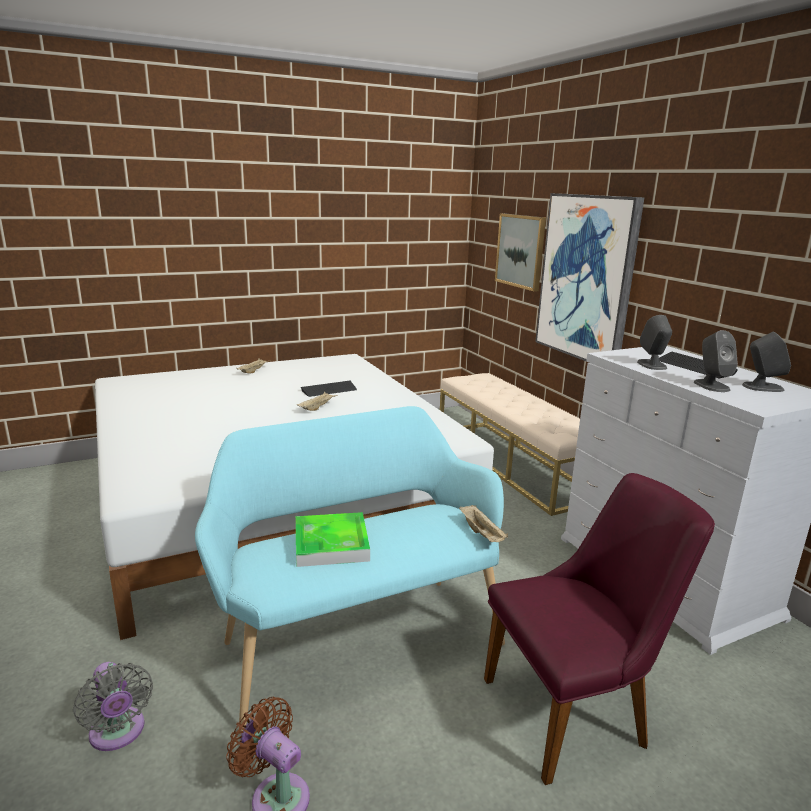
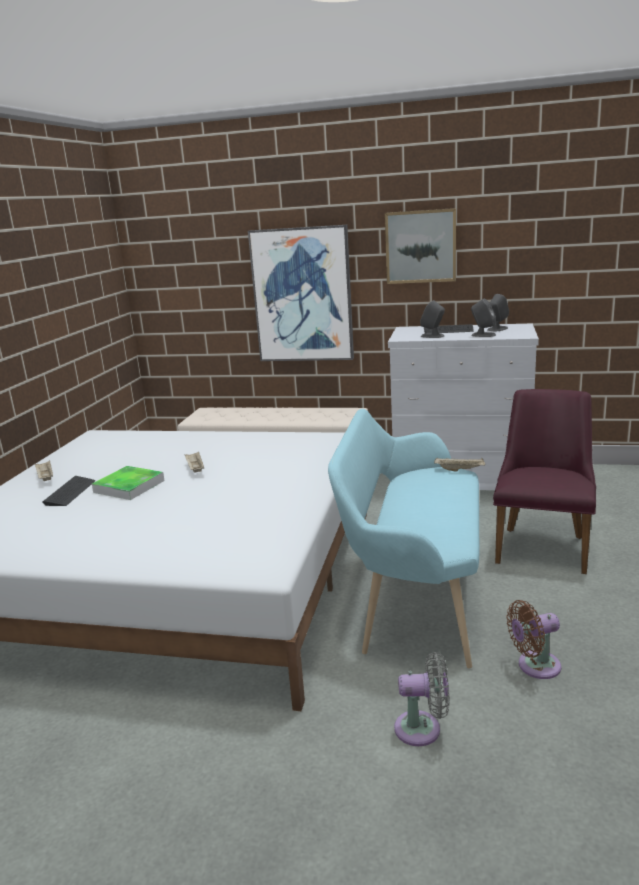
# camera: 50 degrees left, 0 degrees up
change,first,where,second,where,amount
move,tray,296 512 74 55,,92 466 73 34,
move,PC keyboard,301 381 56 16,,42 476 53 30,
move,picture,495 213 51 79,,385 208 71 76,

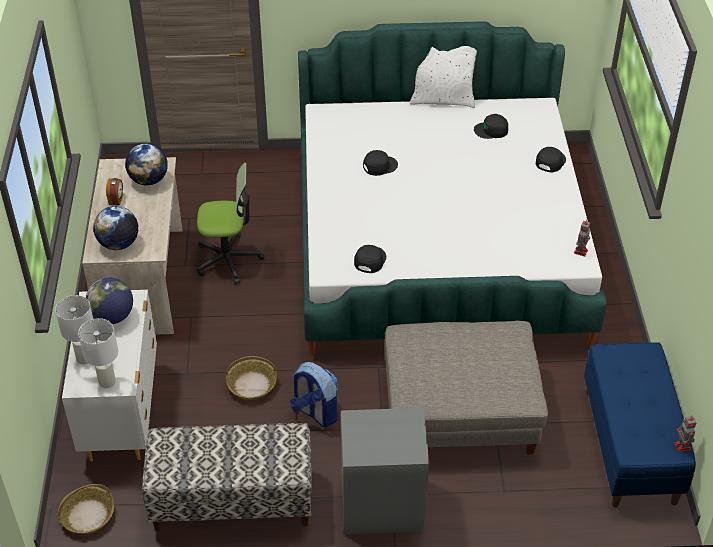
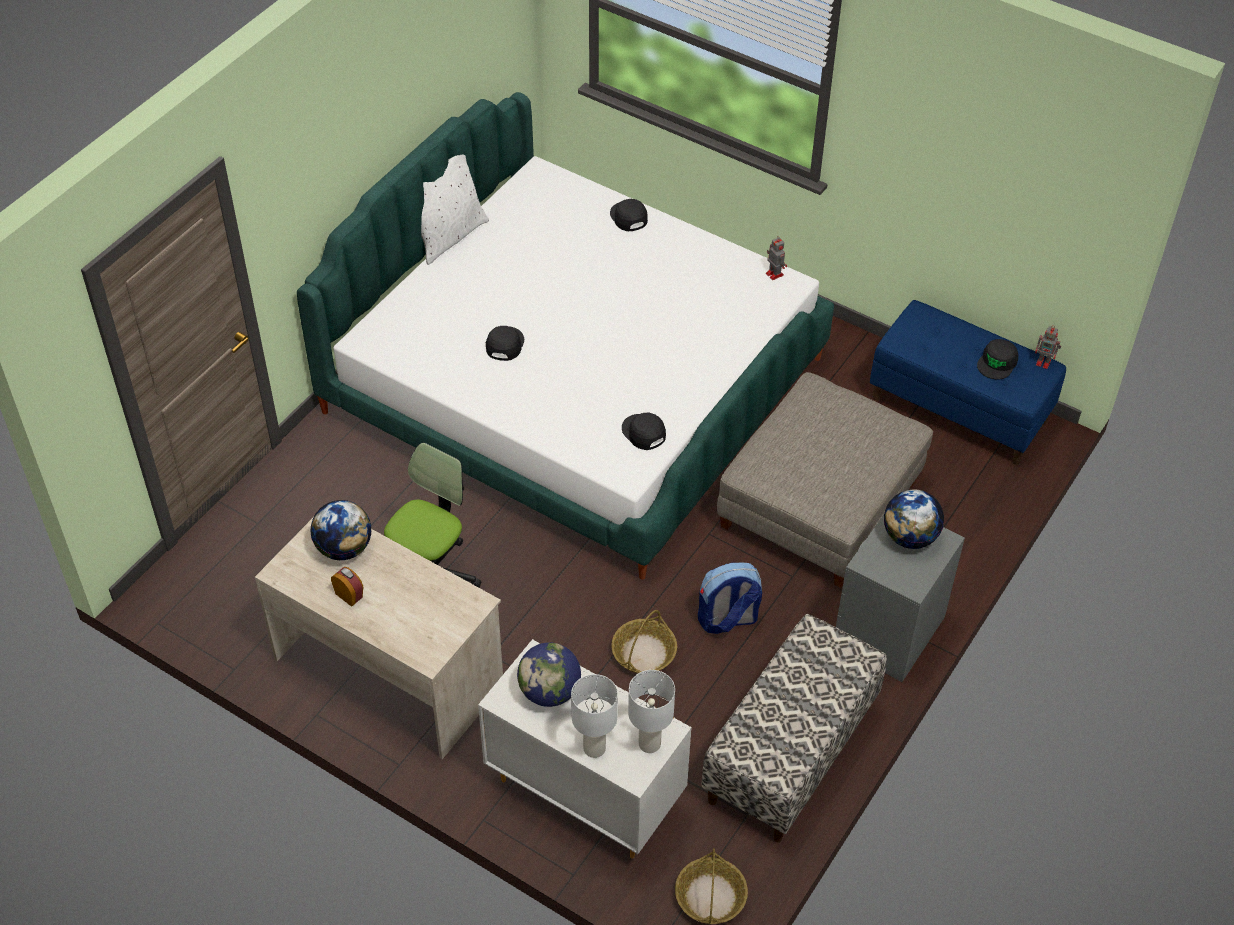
# camera: 55 degrees left, 5 degrees up
change,first,where,second,where,amount
move,globe,93 206 45 44,,884 489 60 60,
move,baseball cap/black,474 114 34 25,,977 339 41 41,

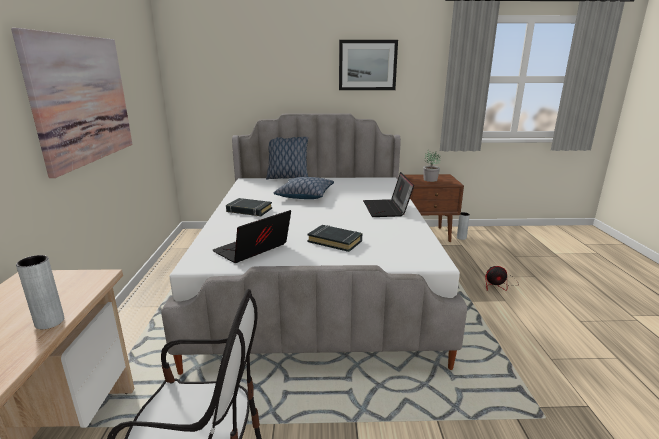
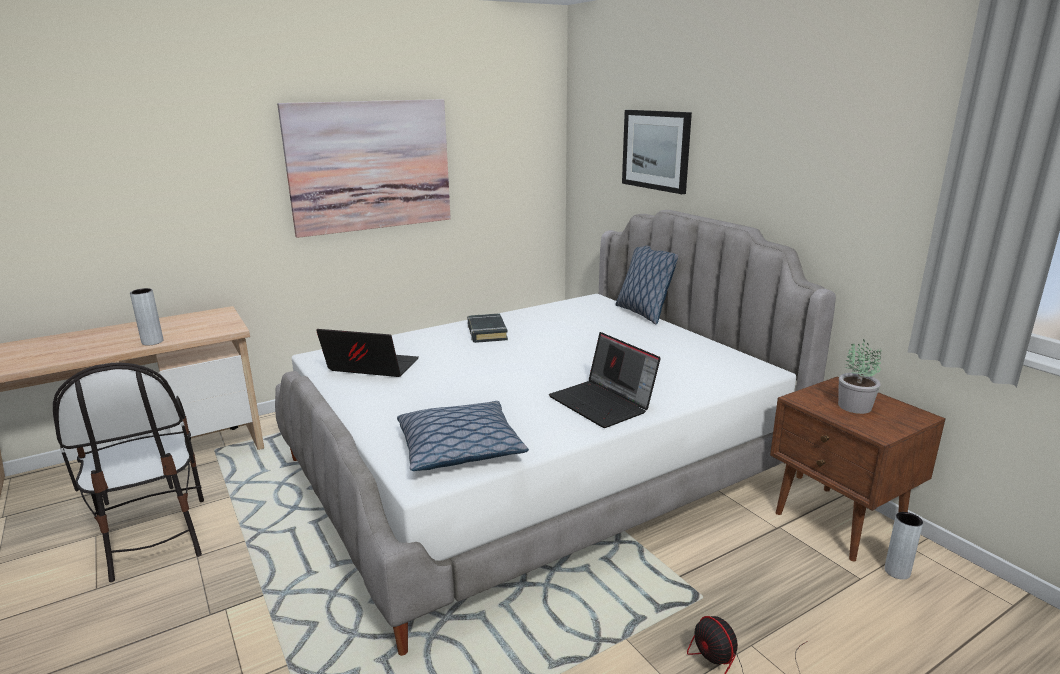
# camera: 60 degrees right, 0 degrees up
change,first,where,second,where,amount
delete,book/black,307 225 55 27,,,
move,cushion,274 177 60 22,,397 401 132 70,
move,picture,339 40 59 50,,622 110 70 84,
rotate,laptop,363 172 51 45,,549 332 112 96,90 degrees counterclockwise

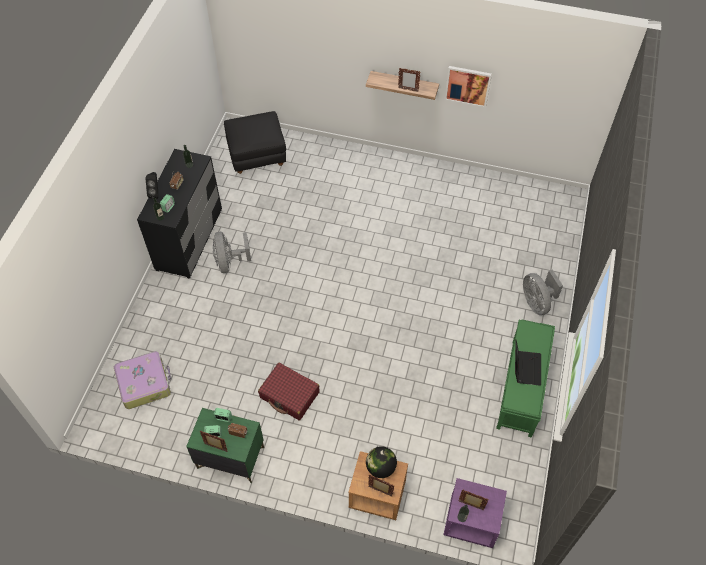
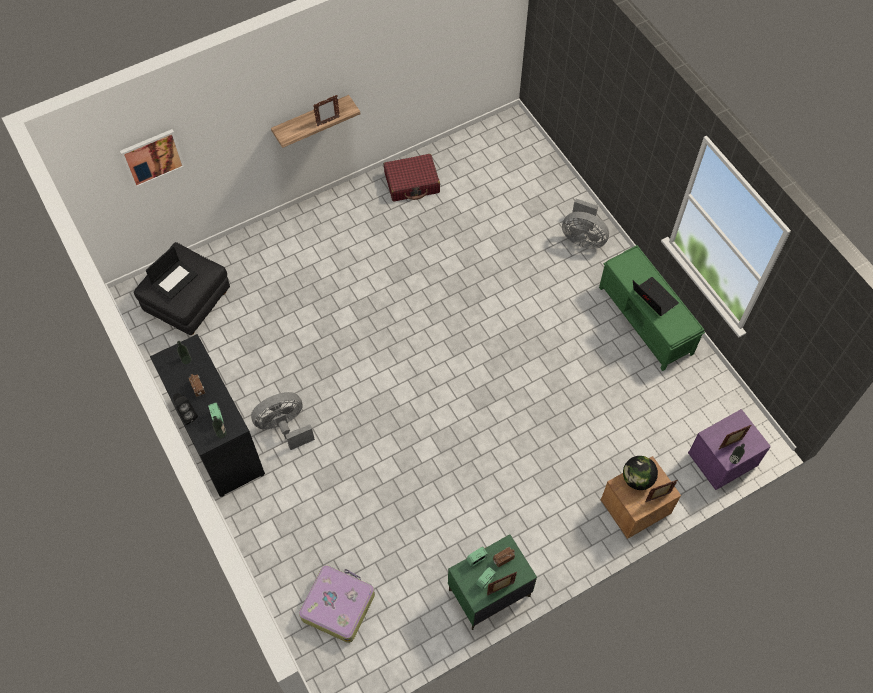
# camera: 45 degrees left, 5 degrees up
change,first,where,second,where,amount
insert,,,laptop,146 246 52 54,
move,travel case/red,258 362 62 58,,384 154 56 47,
move,picture,444 66 48 42,,120 129 65 59,
rotate,cooling fan/greyish,213 232 38 41,,251 392 64 58,120 degrees clockwise

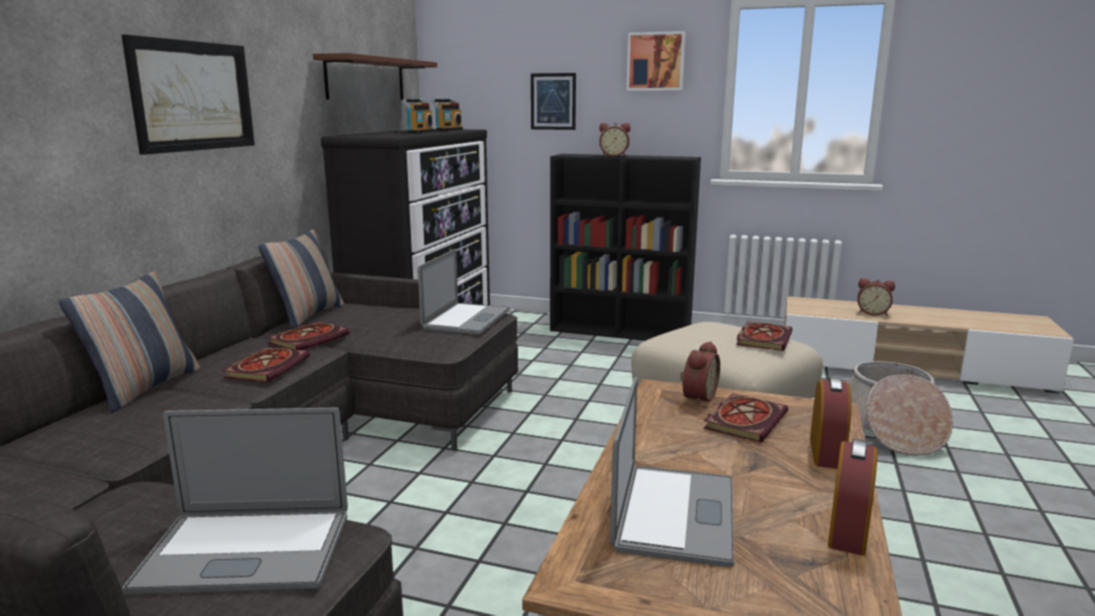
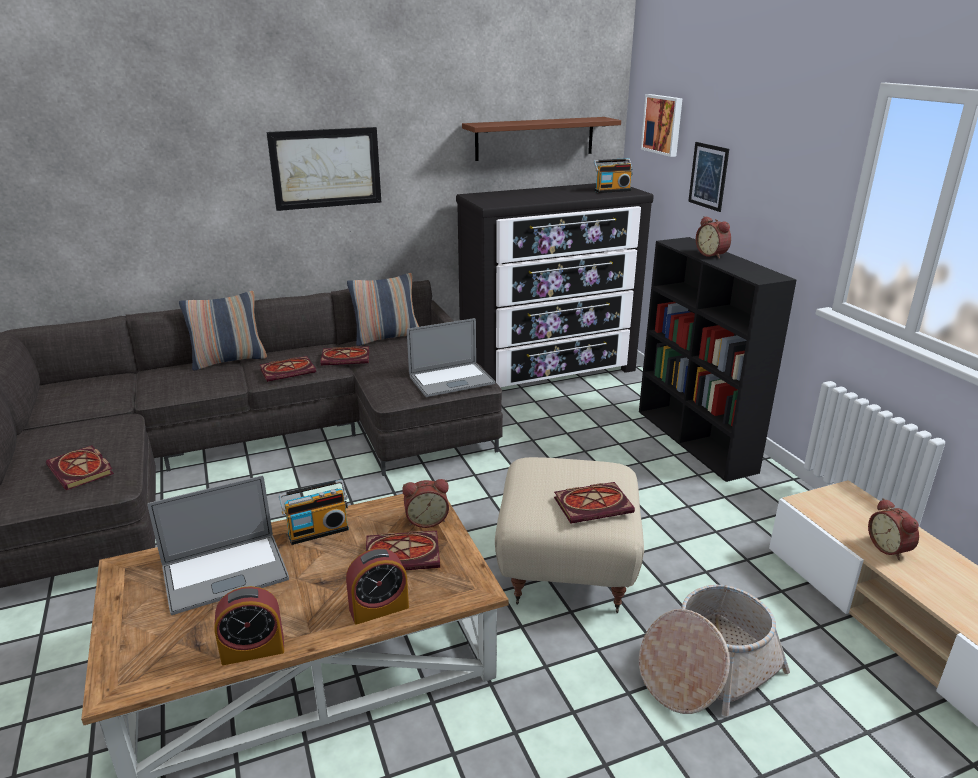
# camera: 50 degrees right, 10 degrees up
change,first,where,second,where,amount
move,radio,402 99 32 34,,279 480 70 65,
move,picture,627 31 59 60,,641 94 42 63,
replace,laptop,122 407 226 187,book,46 445 68 45,

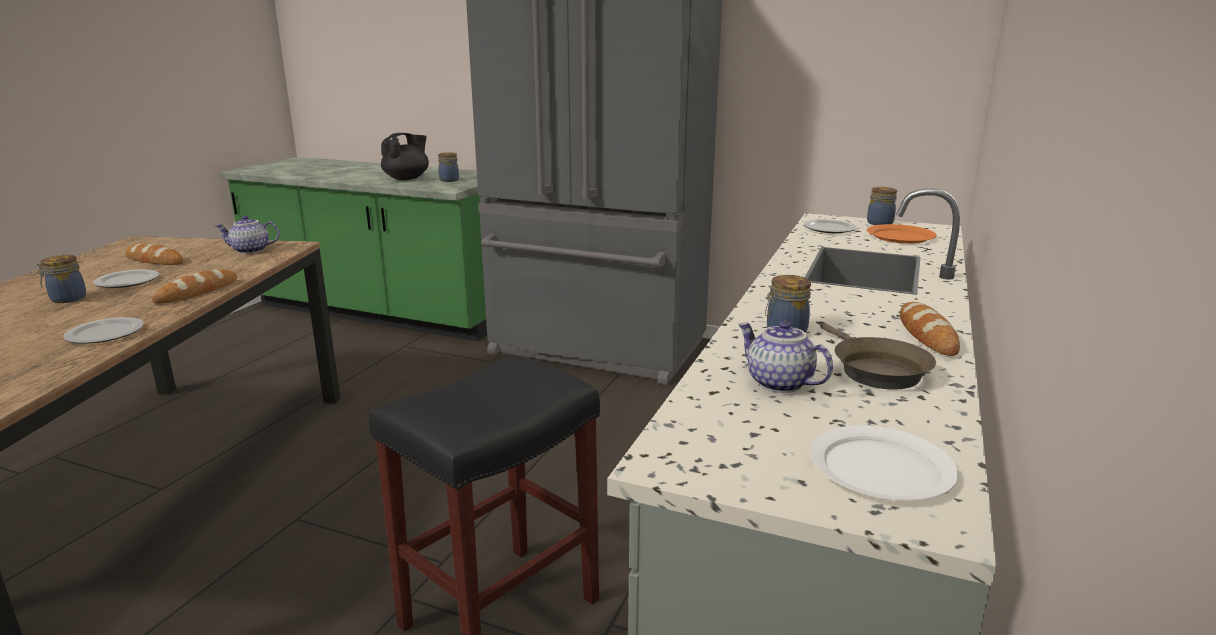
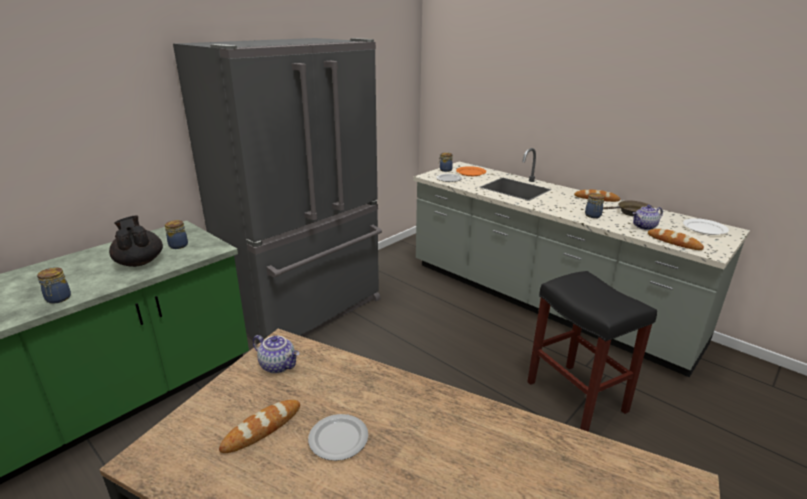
# camera: 70 degrees left, 5 degrees up
change,first,where,second,where,amount
delete,plate,63 317 81 27,,,
move,preserve jar,36 255 50 48,,37 267 34 37,
move,bakery bread,152 269 85 35,,648 229 56 21,
rotate,pot for tea,215 215 65 39,,253 335 46 39,75 degrees counterclockwise

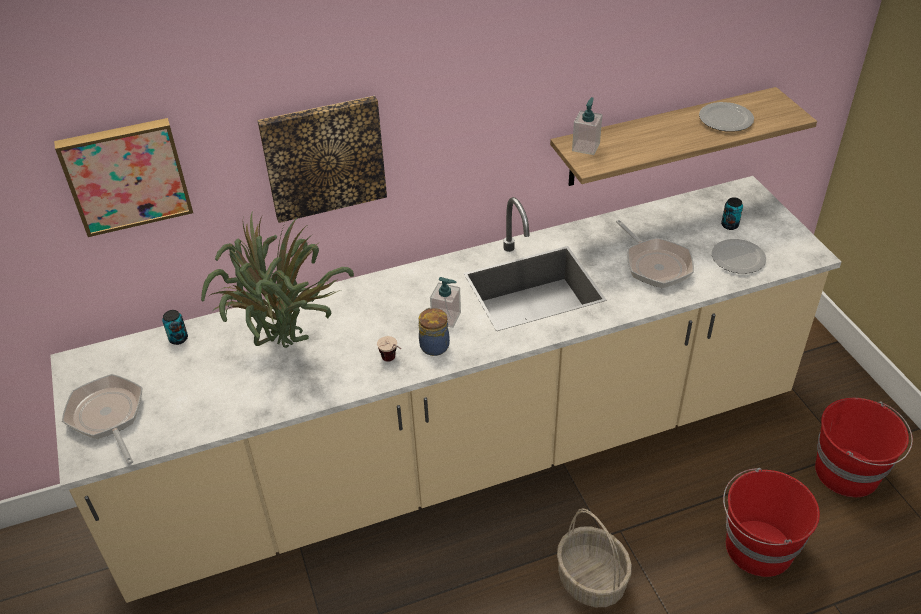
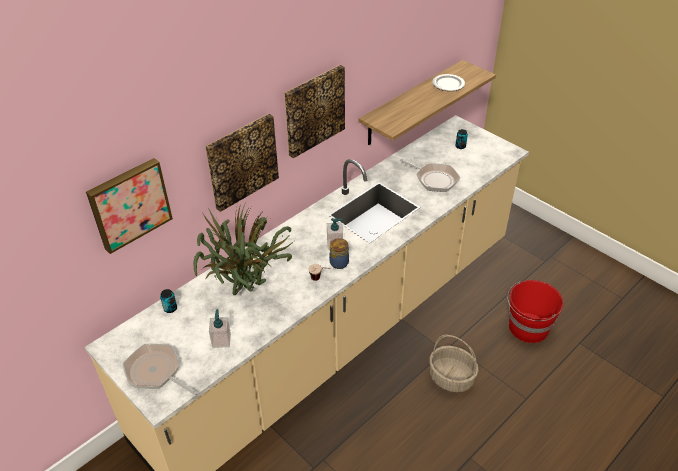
# camera: 25 degrees left, 0 degrees up
change,first,where,second,where,amount
delete,plate,711 239 55 35,,,
delete,pail/red,815 398 98 99,,,
insert,,,picture,284 65 61 93,
move,soap bottle,572 97 30 58,,209 309 22 39,

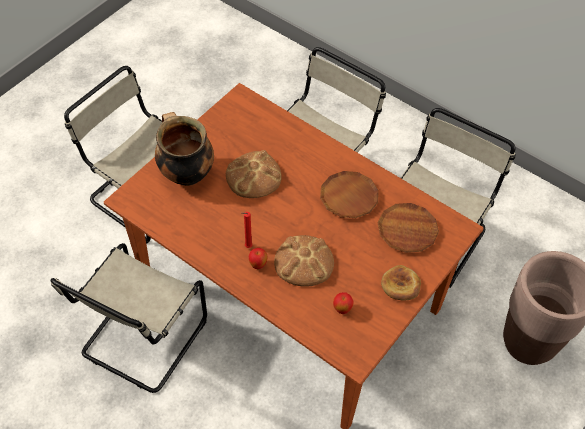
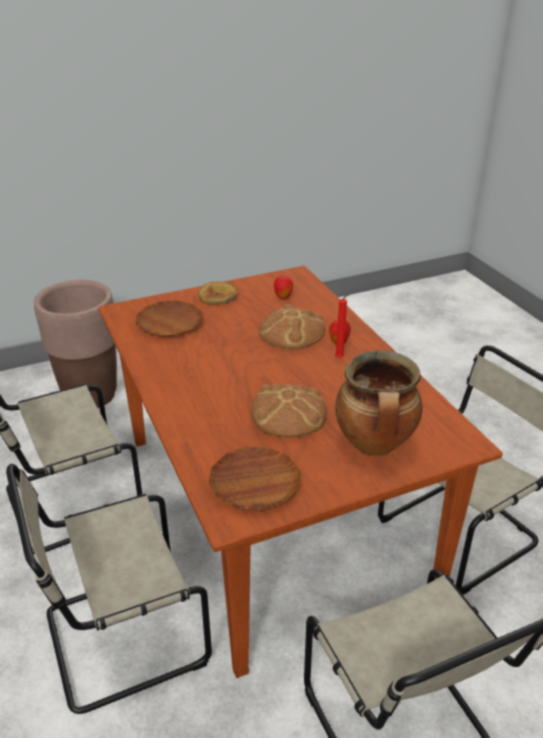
# camera: 150 degrees left, 20 degrees down
change,first,where,second,where,amount
move,plate/brown-coloured,320 171 59 47,,209 447 91 64,

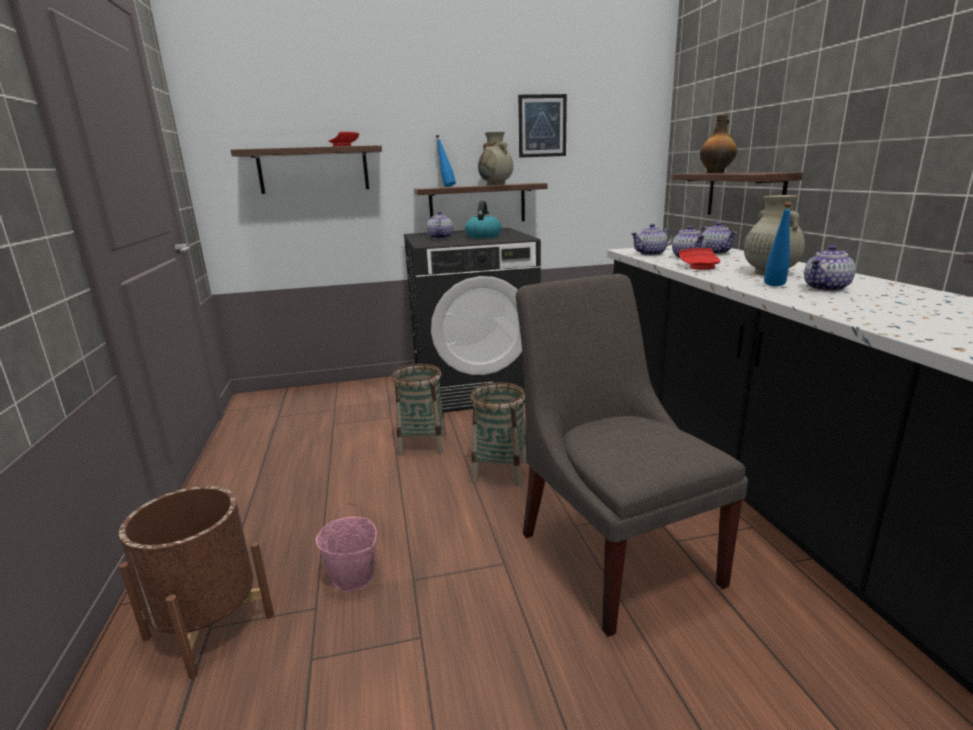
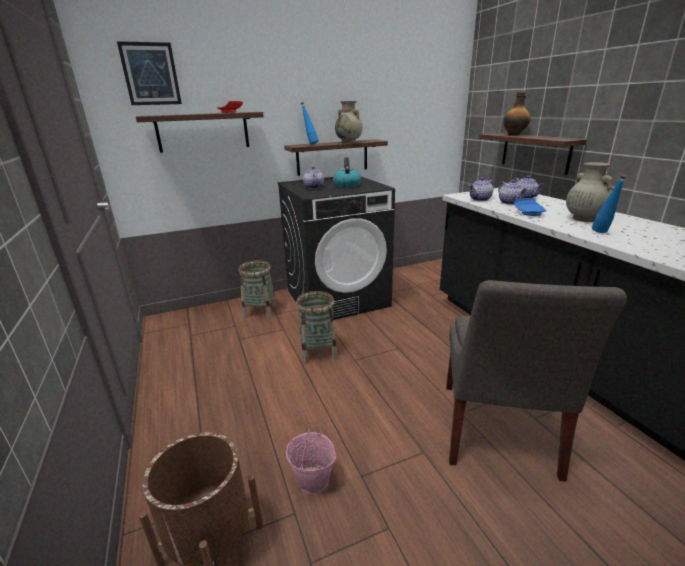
# camera: 10 degrees left, 5 degrees up
change,first,where,second,where,amount
delete,pot for tea,804 245 51 47,,,
move,basket,470 382 57 104,,238 260 39 58,
move,picture,518 94 49 64,,117 41 65 64,
recolor,plate/red,679 248 41 22,plate/blue,514 198 32 18,
rotate,chair/greyish,516 274 232 363,,446 280 181 201,135 degrees counterclockwise

